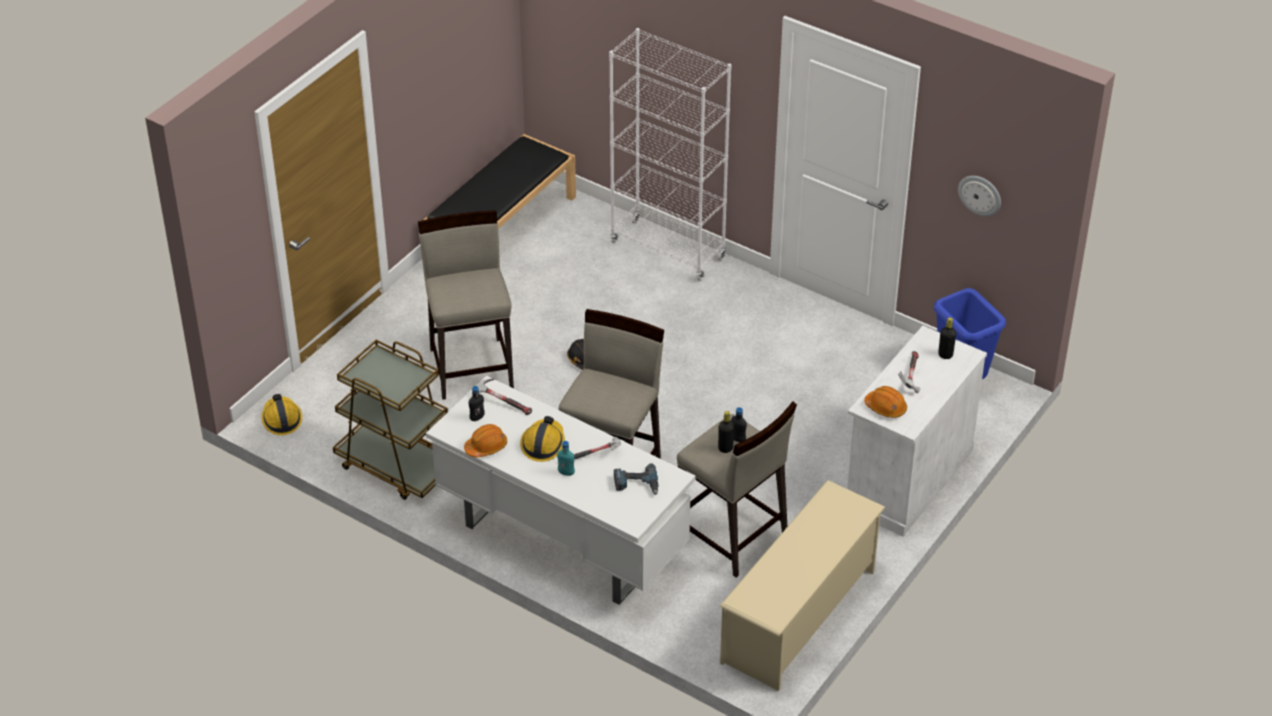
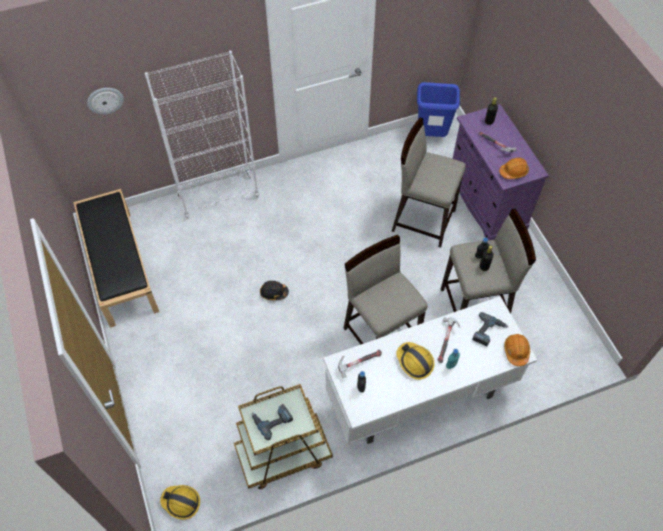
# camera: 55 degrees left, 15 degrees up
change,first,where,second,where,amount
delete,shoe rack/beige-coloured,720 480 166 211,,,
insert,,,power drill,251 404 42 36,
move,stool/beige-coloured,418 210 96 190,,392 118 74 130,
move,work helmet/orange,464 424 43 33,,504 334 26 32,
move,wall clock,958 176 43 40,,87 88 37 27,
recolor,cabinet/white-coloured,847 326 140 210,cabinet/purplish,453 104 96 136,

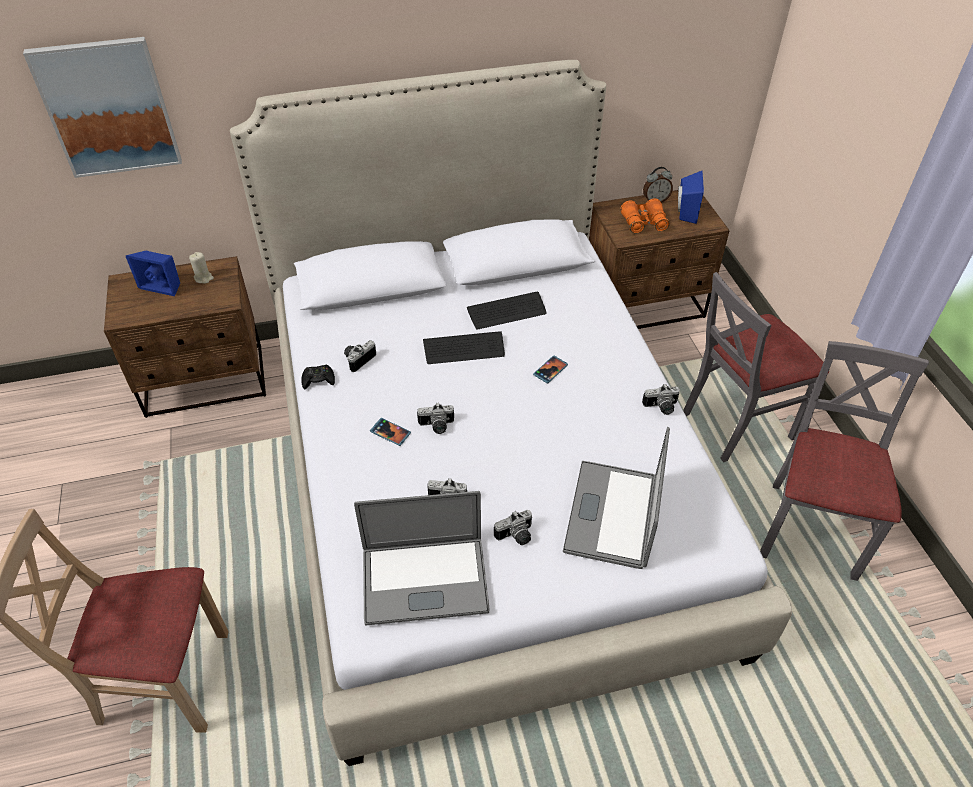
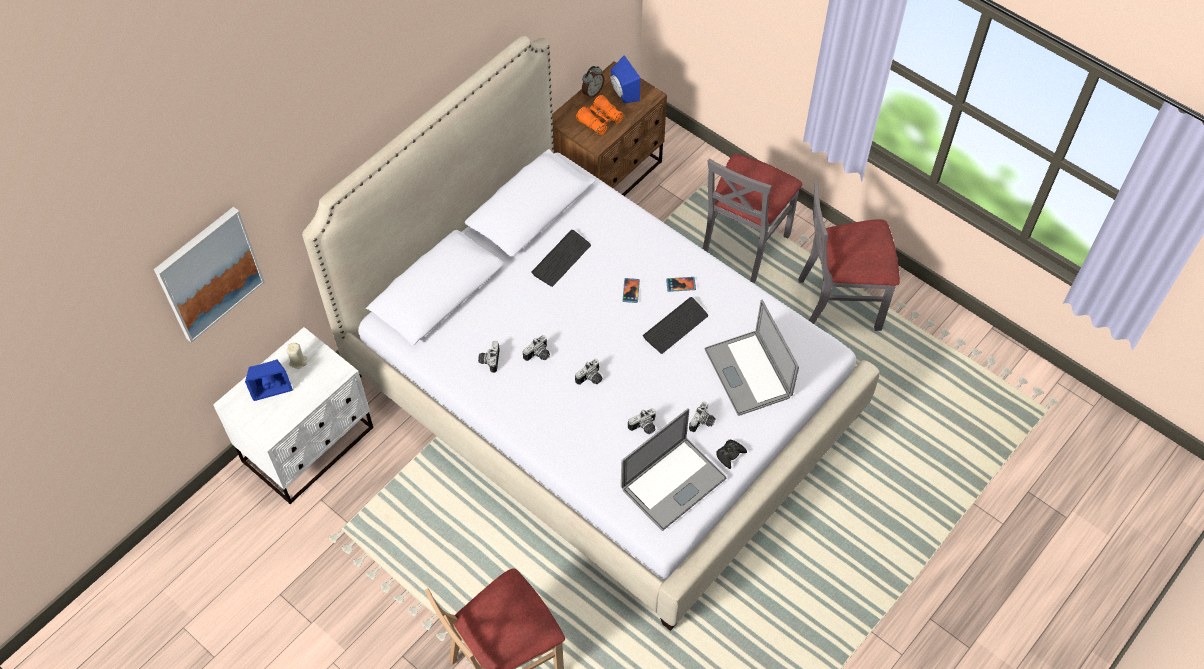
# camera: 35 degrees left, 10 degrees up
change,first,where,second,where,amount
move,game controller/black,301 365 34 24,,716 440 31 29,
move,handset,370 418 41 28,,666 277 30 15,
move,PC keyboard,423 331 82 33,,643 297 65 57,
move,photo camera,642 384 38 31,,523 335 27 26,
recolor,night table/brown-coloured,104 256 162 162,night table/white-coloured,213 327 160 177,
rotate,chair/greyish,760 341 169 240,,798 178 102 153,75 degrees counterclockwise

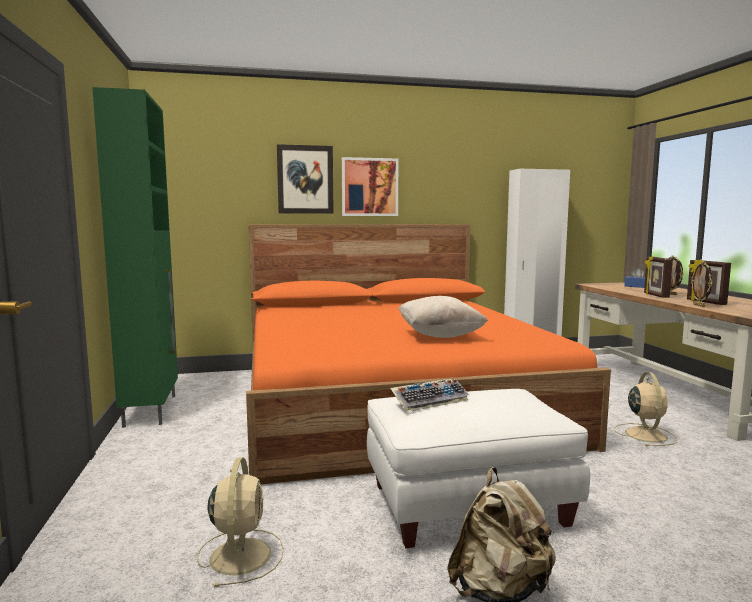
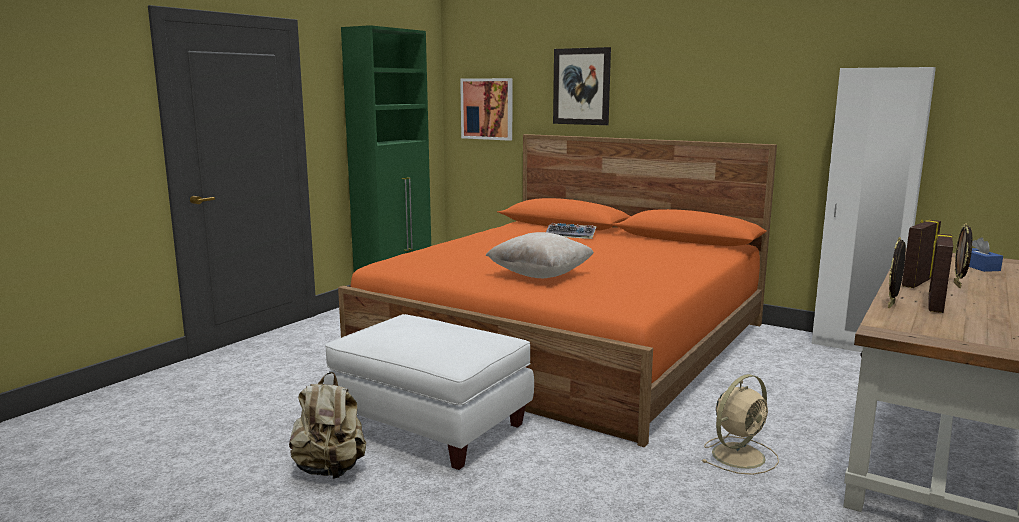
# camera: 45 degrees right, 5 degrees up
change,first,where,second,where,amount
delete,cooling fan/beige-coloured,197 457 87 130,,,
move,picture,342 157 56 59,,460 78 52 63,
move,PC keyboard,390 379 79 33,,546 223 51 16,

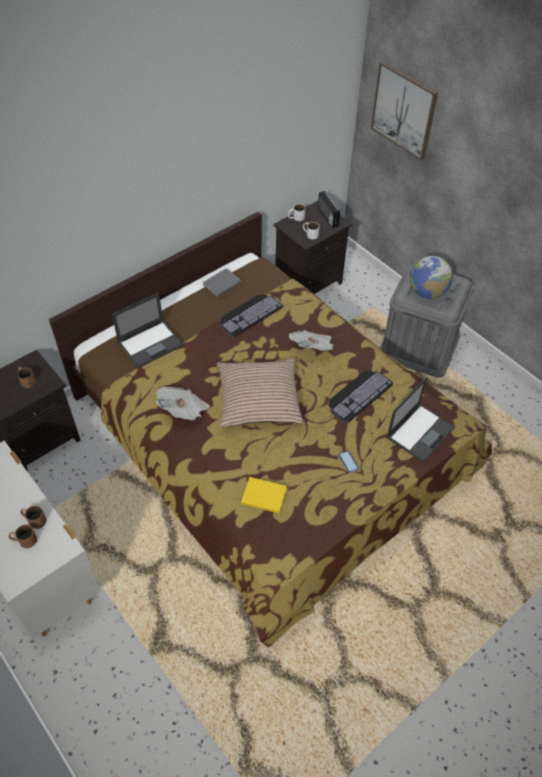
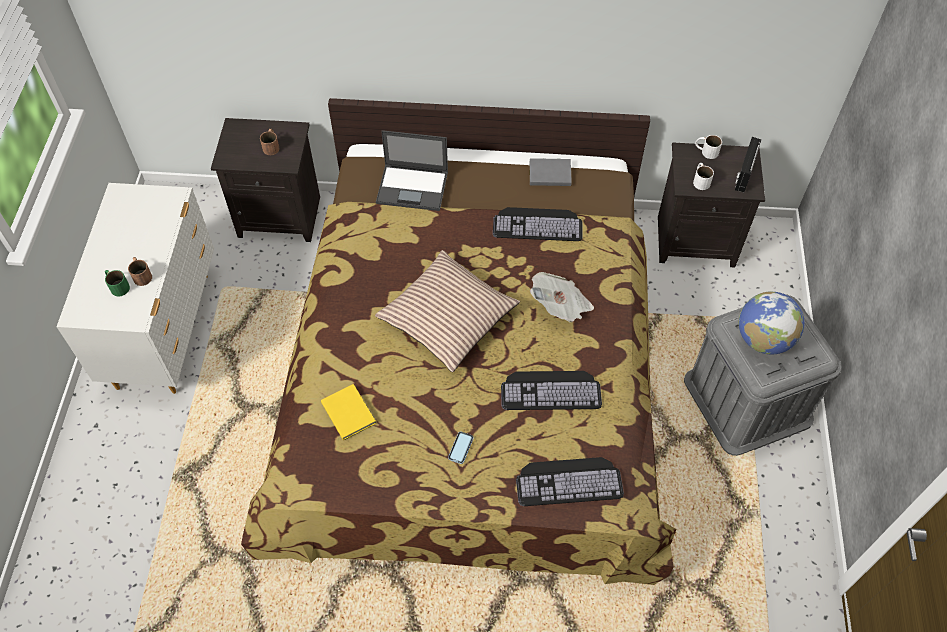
# camera: 45 degrees right, 5 degrees up
change,first,where,second,where,amount
delete,daily paper,156 387 54 33,,,
delete,picture,371 61 67 99,,,
replace,laptop,386 377 69 86,PC keyboard,516 457 108 49,
recolor,coffee mug/brown-coloured,8 525 29 23,coffee mug/greenish,105 270 25 27,

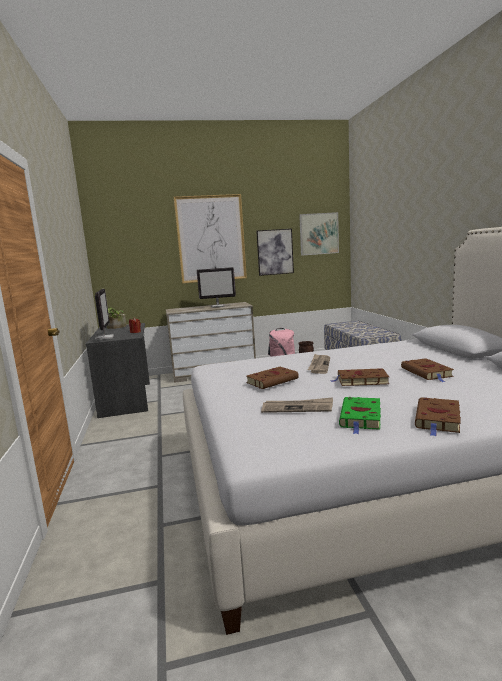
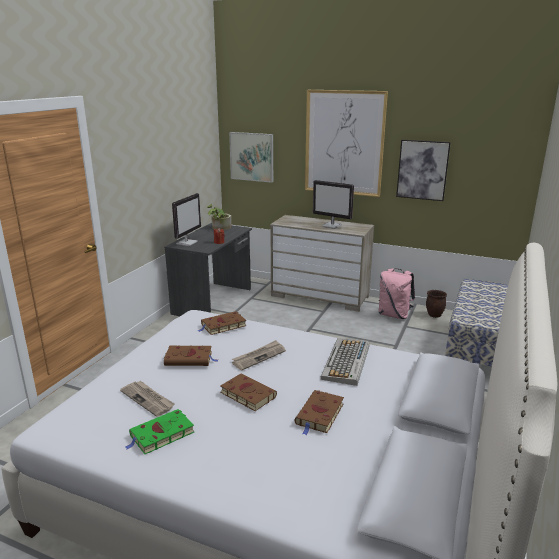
# camera: 35 degrees right, 10 degrees up
change,first,where,second,where,amount
insert,,,PC keyboard,321 338 49 48,
move,picture,299 212 40 44,,229 132 44 51,
move,book/brown-coloured,415 397 46 39,,197 311 49 24,

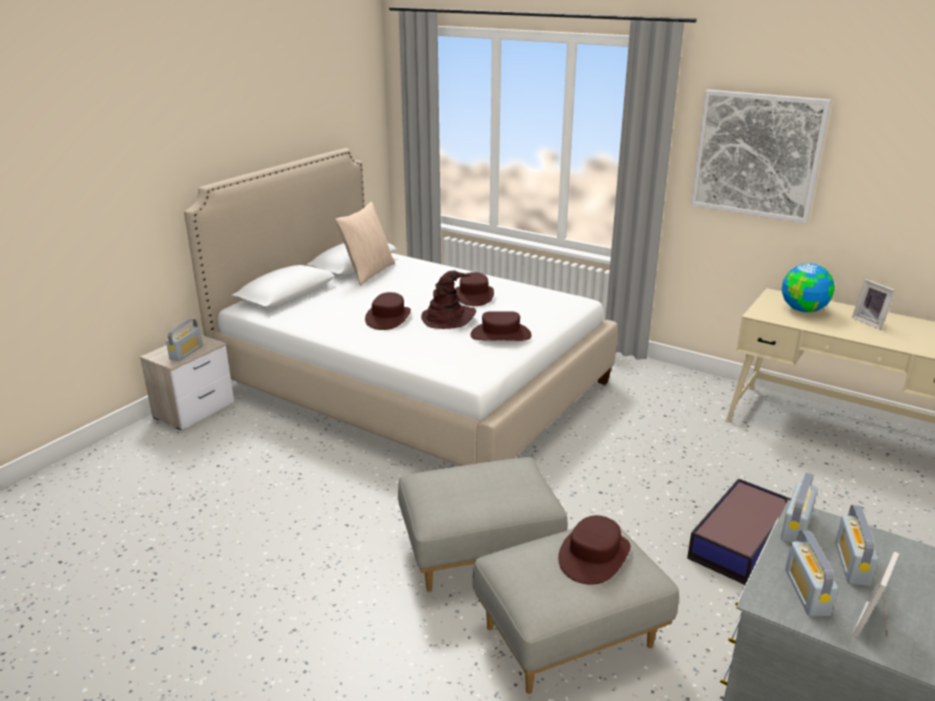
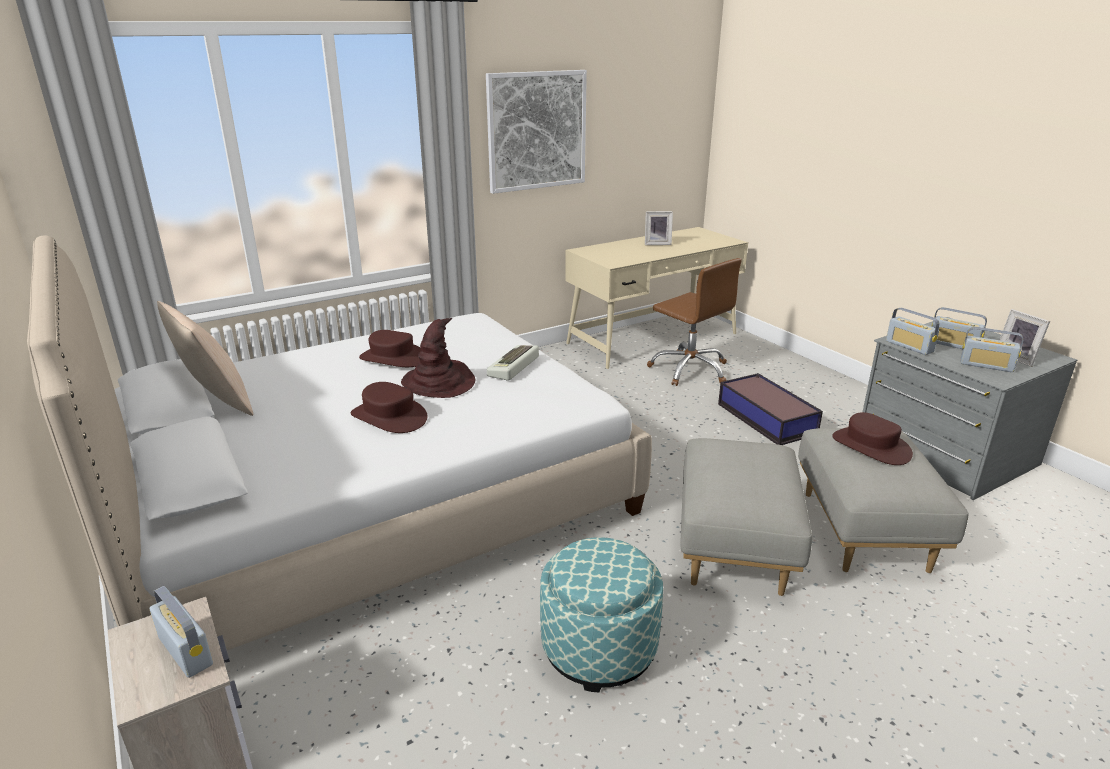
# camera: 65 degrees left, 0 degrees up
change,first,where,second,where,amount
delete,globe,782 264 53 48,,,
insert,,,ottoman,540 537 123 155,
insert,,,office chair/brown-coloured,647 258 95 128,
replace,hat/brown-coloured,470 311 62 30,PC keyboard,487 345 52 36,

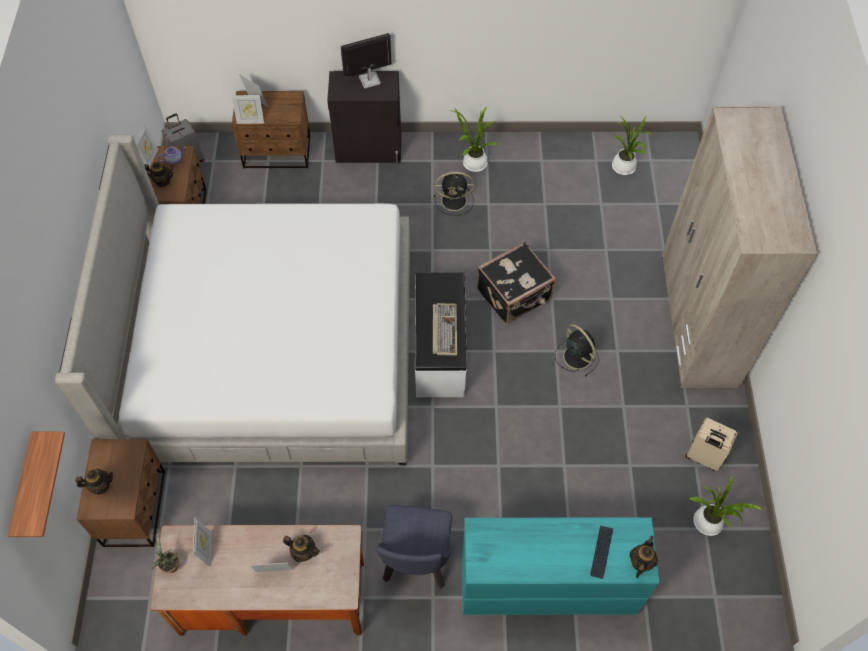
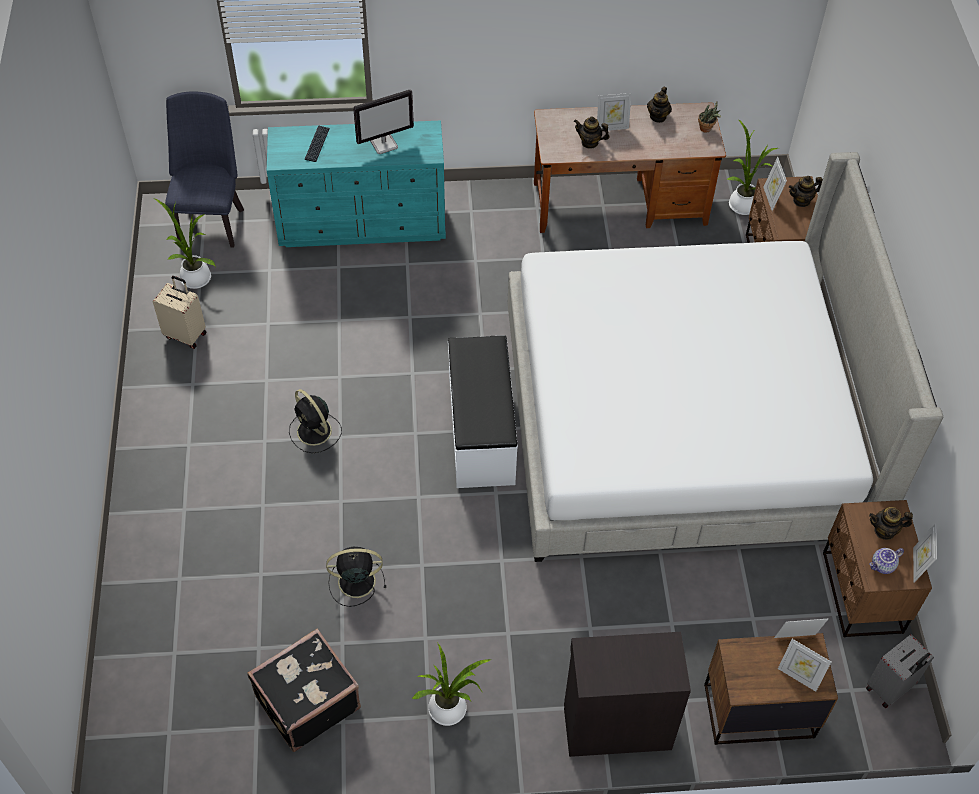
# camera: 175 degrees right, 5 degrees down
change,first,where,second,where,amount
delete,shelf,8 432 57 105,,,
delete,PC keyboard,433 303 24 53,,,
delete,armoire/beige-coloured,662 106 155 282,,,
move,picture frame,193 518 19 49,,763 157 24 54,
move,monitor,341 33 51 56,,353 89 61 65,
move,chair/blue,375 505 77 84,,165 91 79 157,
move,cooling fan/black,434 172 40 43,,326 547 60 60,
move,travel case/black,477 242 79 82,,247 629 114 123,
move,plant in a pot,612 116 40 59,,726 119 52 96,
move,pot for tea,630 536 28 42,,647 87 25 36,

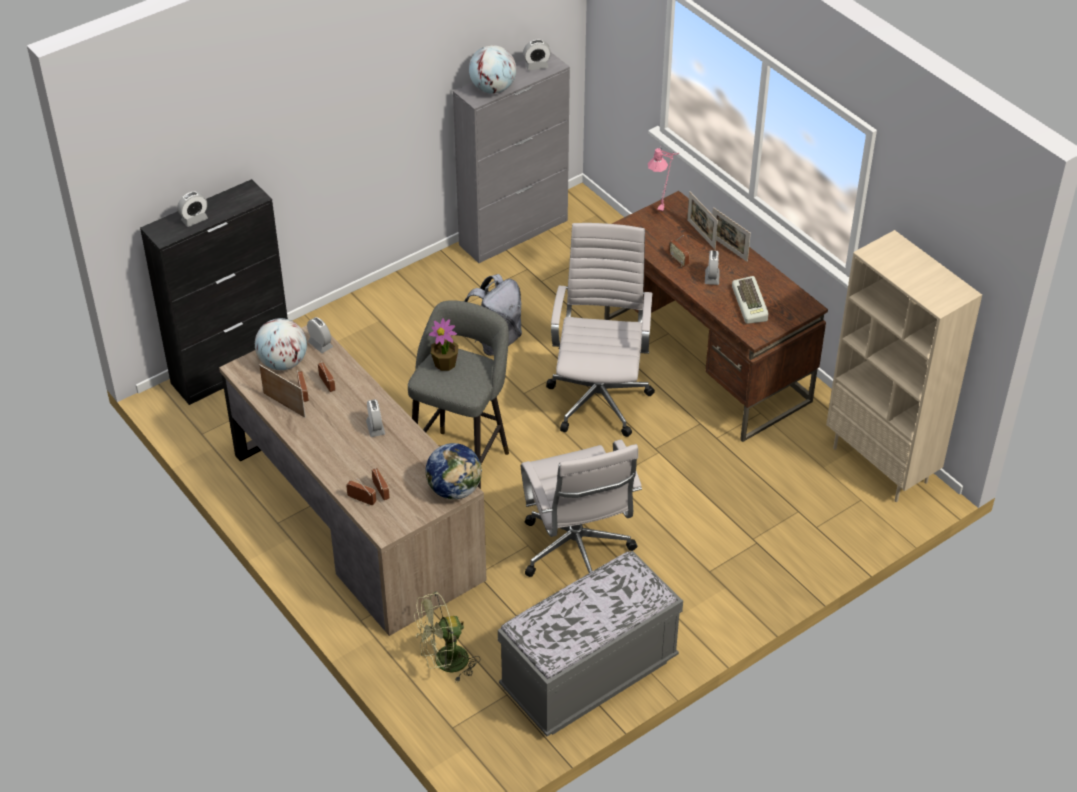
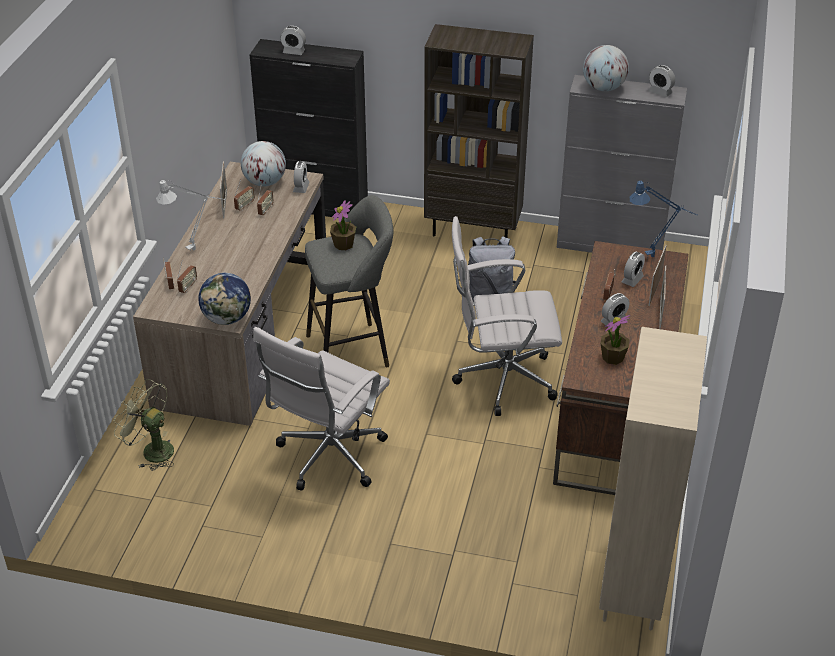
# camera: 50 degrees right, 5 degrees down
change,first,where,second,where,amount
delete,long seat/greyish,498 551 185 185,,,
insert,,,tabletop lamp/greyish,156 180 69 70,
insert,,,bookcase/brown-coloured,424 24 110 214,
move,table clock,366 399 19 38,,621 252 24 35,
replace,PC keyboard,732 276 37 48,plant in a pot,600 315 30 50,
recolor,tabletop lamp/pinkish,648 147 32 66,tabletop lamp/blue,630 181 68 76,
rotate,office chair/white-coloured,546 223 109 214,,452 216 110 200,150 degrees counterclockwise

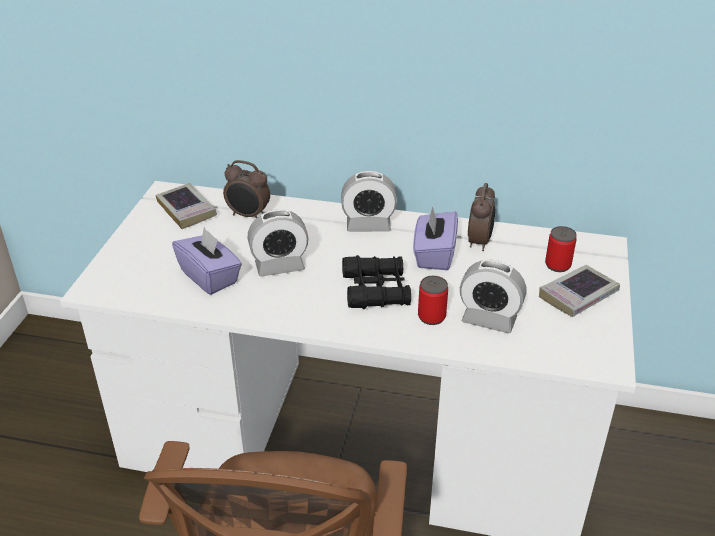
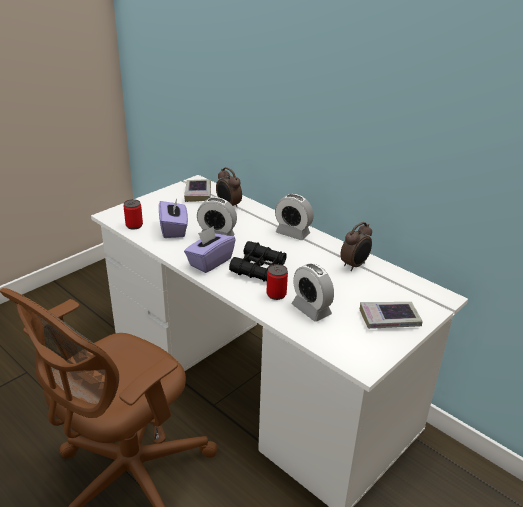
# camera: 30 degrees right, 5 degrees down
change,first,where,second,where,amount
move,tissue box/purplish,413 206 45 64,,184 226 52 47,
move,can,545 226 32 46,,124 199 19 30,

